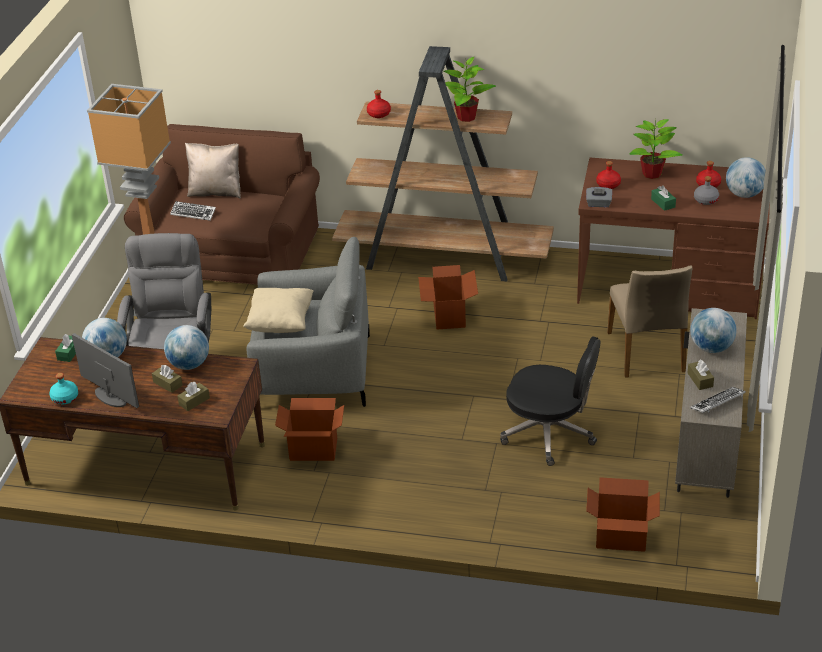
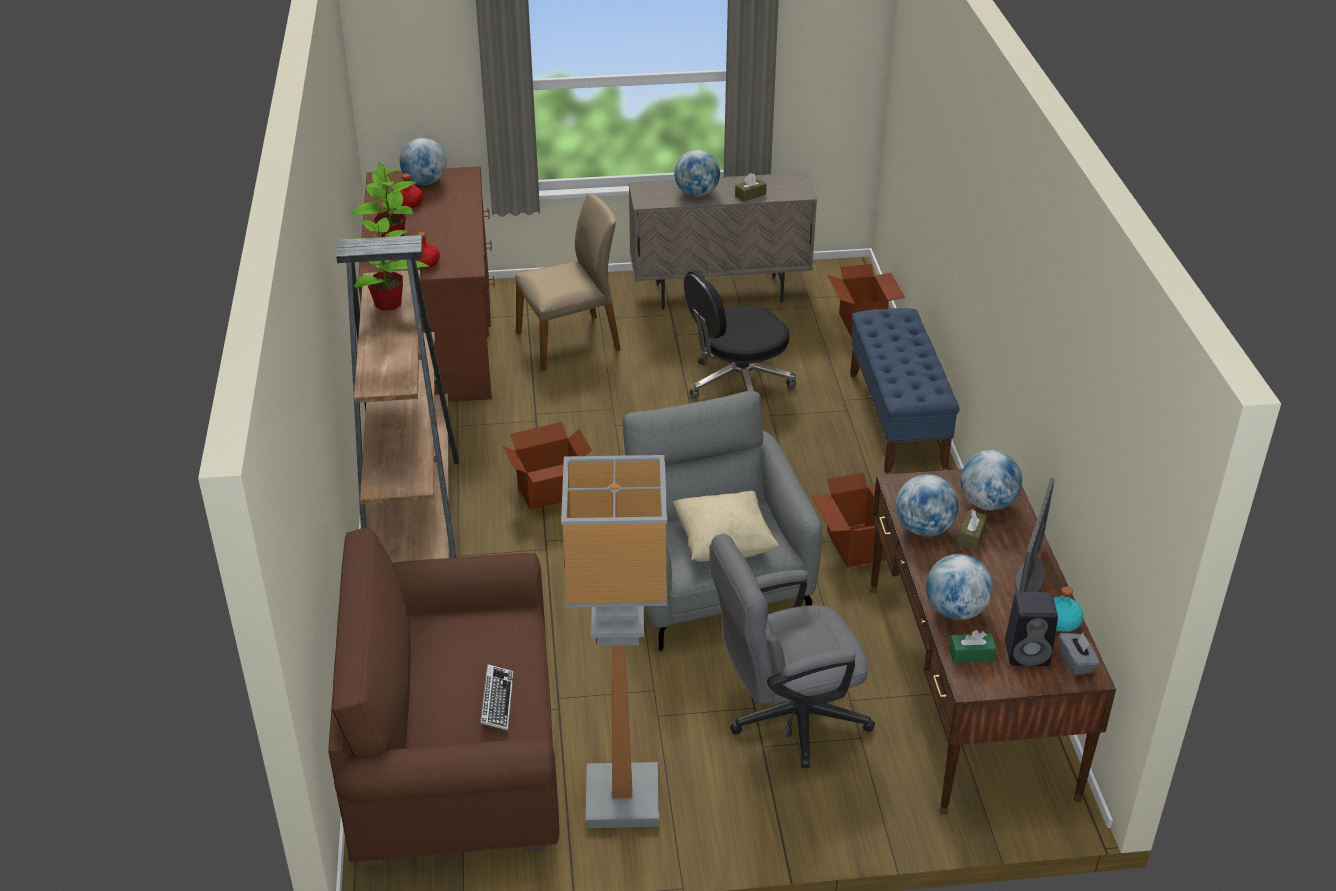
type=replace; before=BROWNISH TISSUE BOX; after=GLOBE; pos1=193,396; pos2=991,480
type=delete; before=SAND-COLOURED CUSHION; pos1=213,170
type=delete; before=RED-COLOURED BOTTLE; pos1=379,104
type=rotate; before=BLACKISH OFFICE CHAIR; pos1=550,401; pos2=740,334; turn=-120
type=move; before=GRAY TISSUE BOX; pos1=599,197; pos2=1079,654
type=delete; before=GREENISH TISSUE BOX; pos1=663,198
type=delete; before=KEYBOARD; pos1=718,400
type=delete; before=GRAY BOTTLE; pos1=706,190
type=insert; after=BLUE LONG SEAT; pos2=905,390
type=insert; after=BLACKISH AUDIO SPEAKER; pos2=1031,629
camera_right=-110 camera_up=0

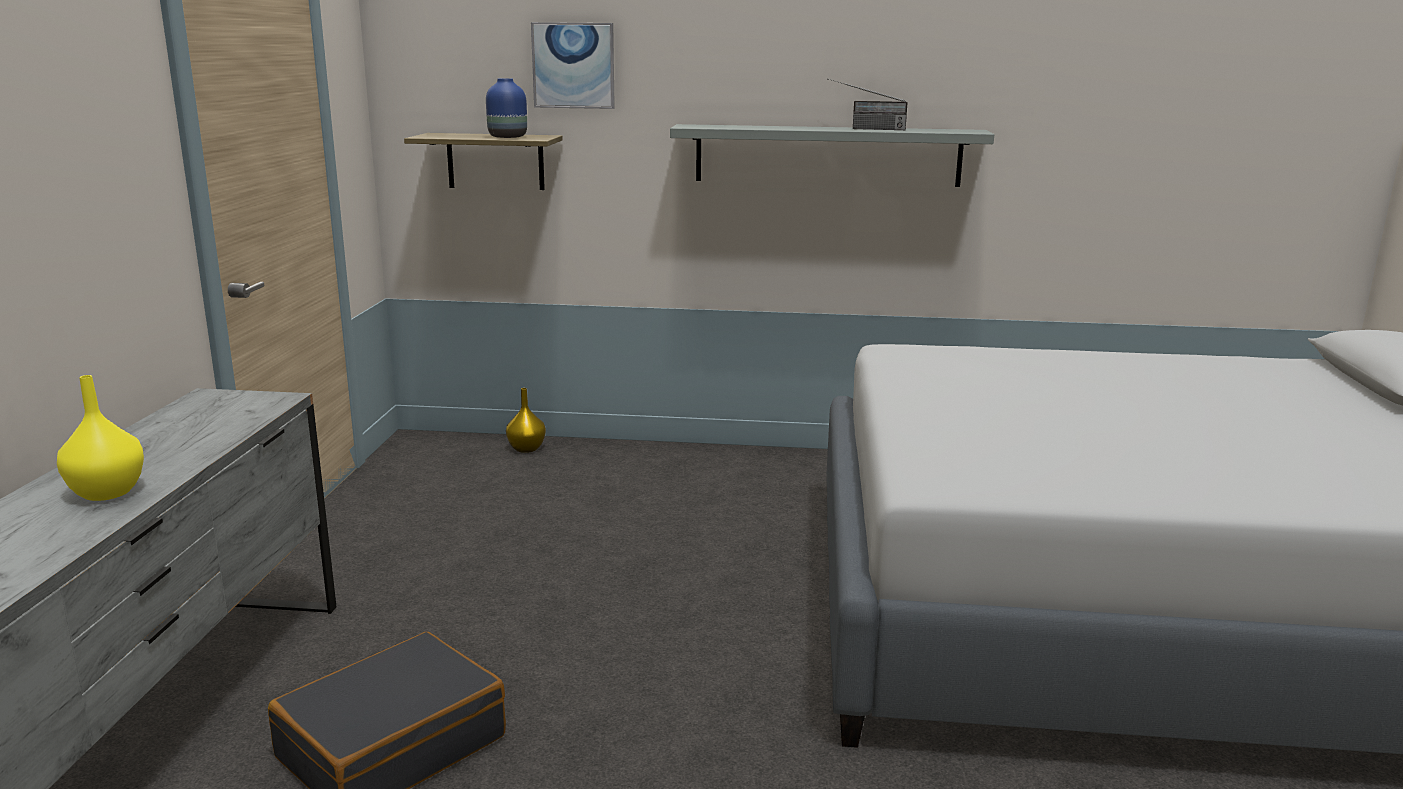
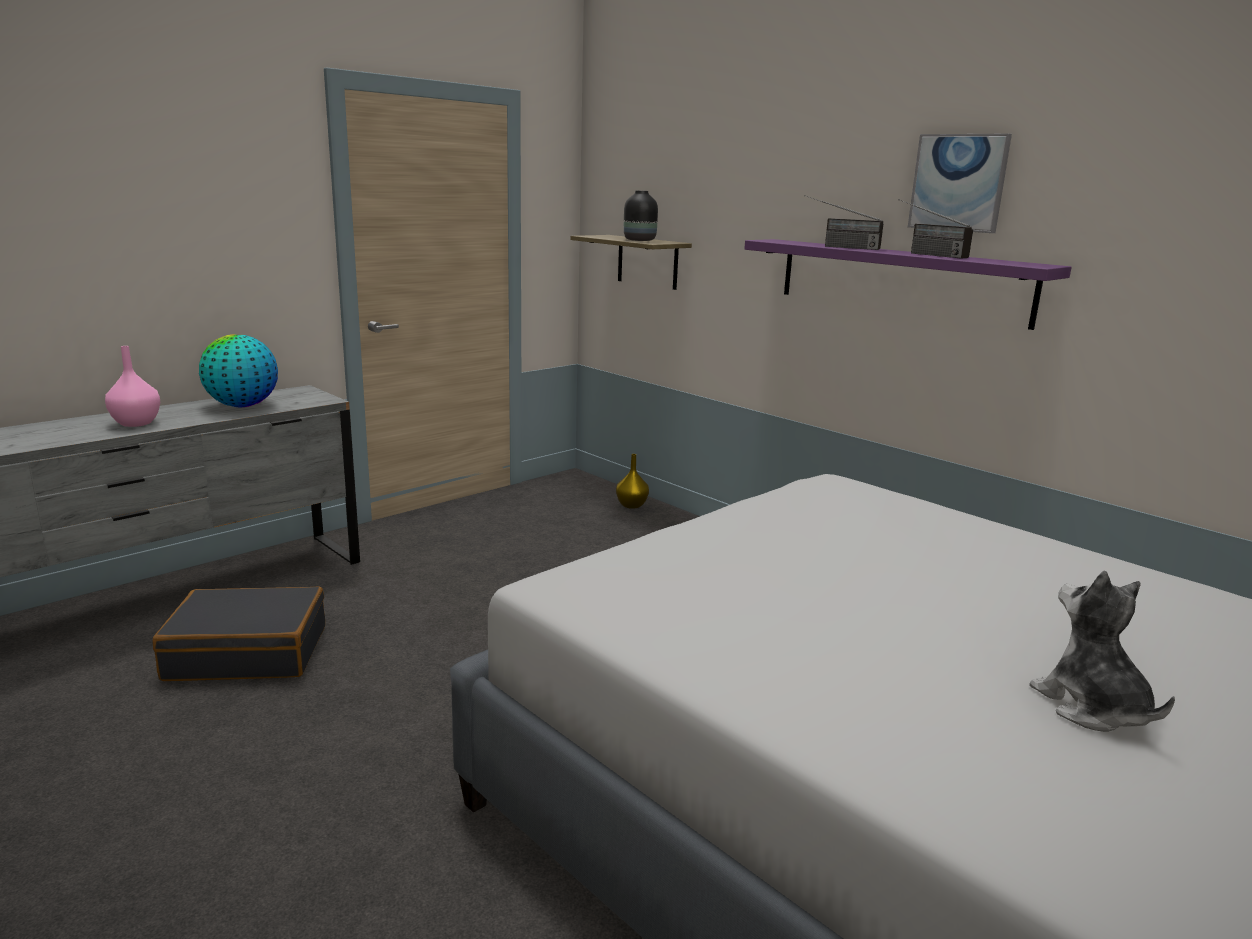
type=recolor; before=YELLOWISH FLOWER VASE; after=PINK-COLOURED FLOWER VASE; pos1=100,438; pos2=132,386
type=recolor; before=BLUE FLOWER VASE; after=BLACKISH FLOWER VASE; pos1=506,108; pos2=641,216
type=move; before=PICTURE; pos1=573,65; pos2=960,183
type=recolor; before=GRAY BRACKET SHELF; after=PURPLE BRACKET SHELF; pos1=832,155; pos2=908,284
type=insert; after=GLOBE; pos2=238,370
type=insert; after=RADIO RECEIVER; pos2=843,222
type=insert; after=CUDDLY TOY; pos2=1102,651
camera_right=40 camera_up=0

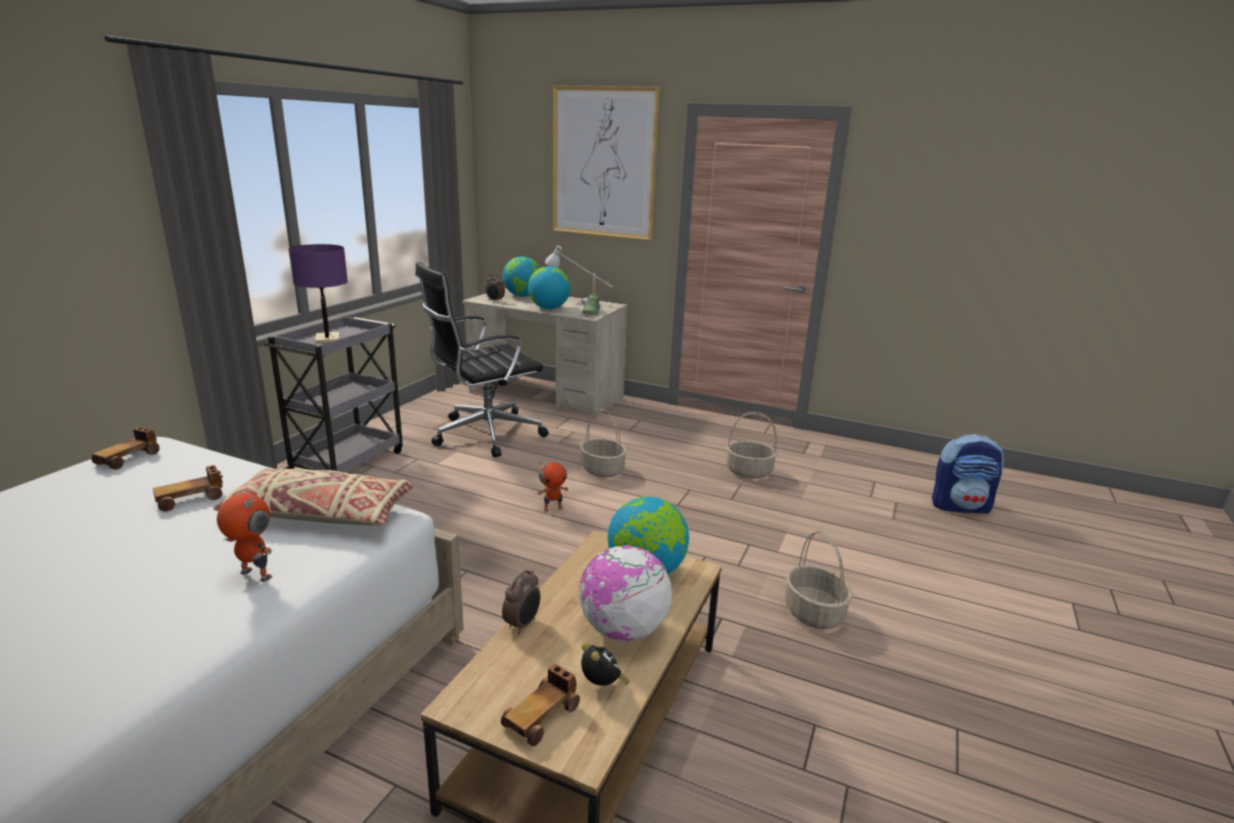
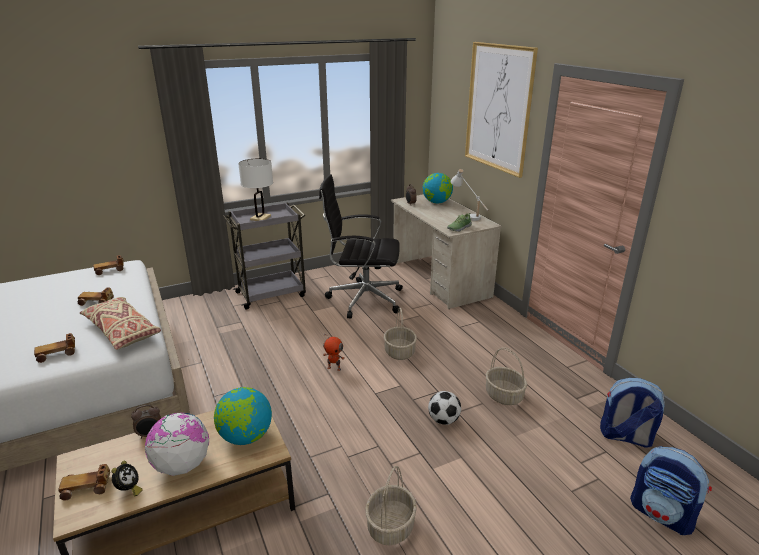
type=replace; before=TOY ROBOT; after=TOY CAR; pos1=244,537; pos2=54,348
type=recolor; before=PURPLE TABLETOP LAMP; after=WHITE TABLETOP LAMP; pos1=318,294; pos2=255,189
type=delete; before=GLOBE; pos1=549,287
type=insert; after=FOOTBALL BALL; pos2=444,408
type=insert; after=BACKPACK; pos2=632,413
camera_right=40 camera_up=5

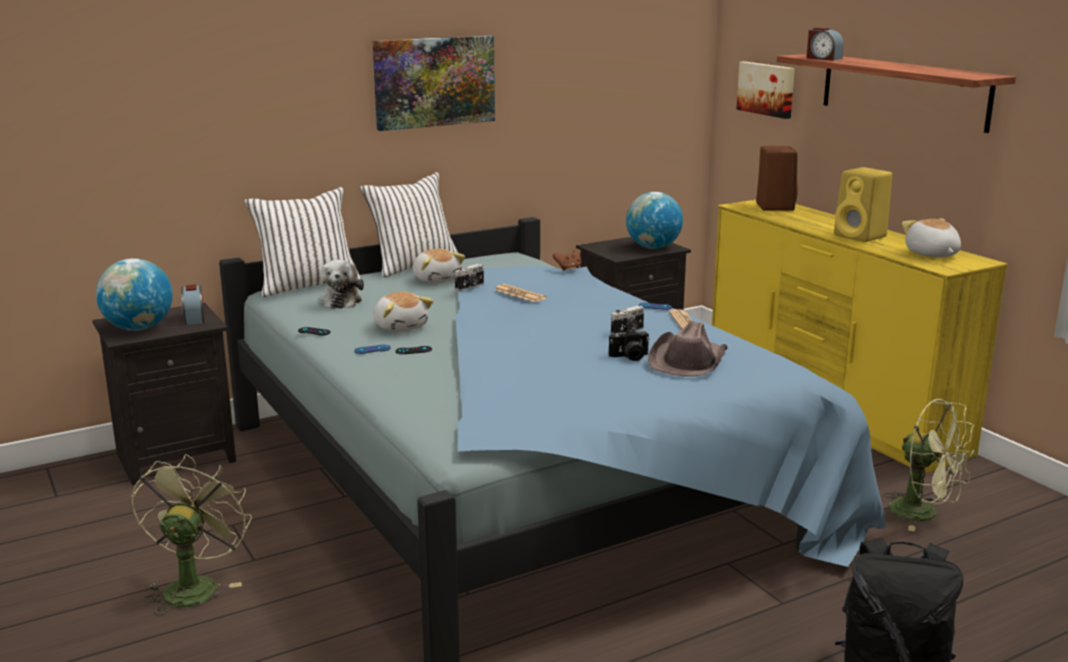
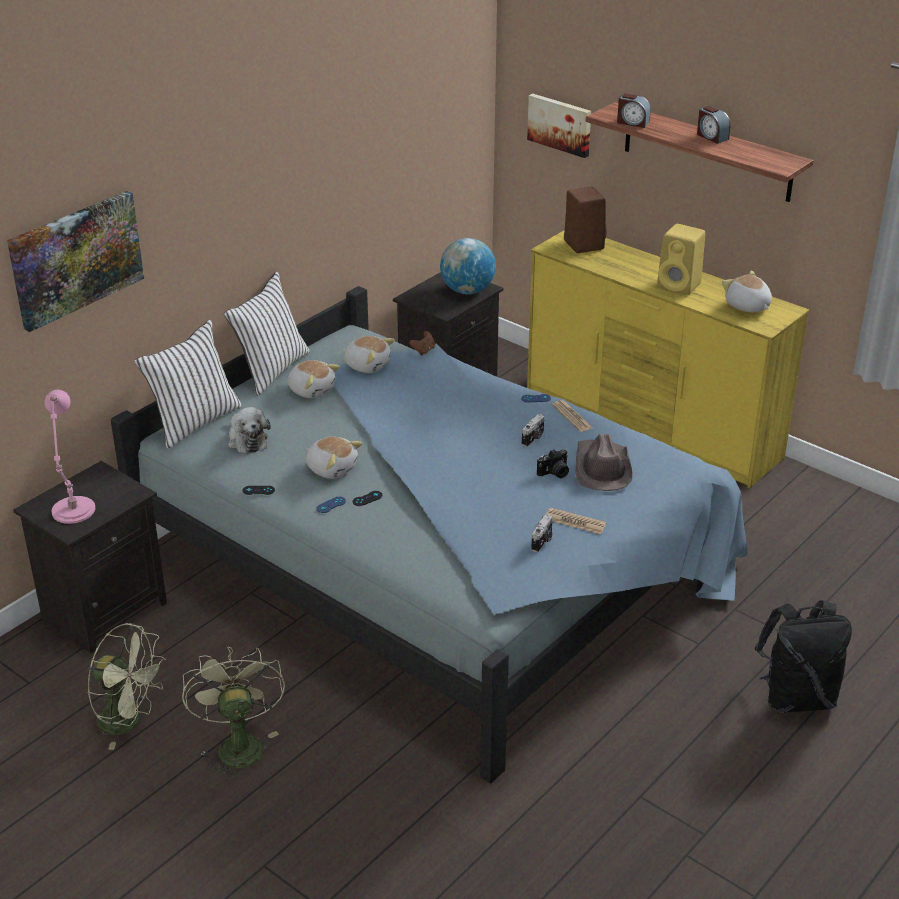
type=replace; before=GLOBE; after=PINK-COLOURED TABLETOP LAMP; pos1=134,294; pos2=70,457
type=move; before=ALARM CLOCK; pos1=193,304; pos2=713,125
type=move; before=PICTURE; pos1=434,83; pos2=75,261
type=move; before=PHOTO CAMERA; pos1=469,277; pos2=542,533
type=move; before=DAILY PAPER; pos1=521,293; pos2=576,521
type=move; before=GREENISH ELECTRIC FAN; pos1=929,465; pos2=127,686
type=insert; after=CUDDLY TOY; pos2=368,354
camera_right=-20 camera_up=15

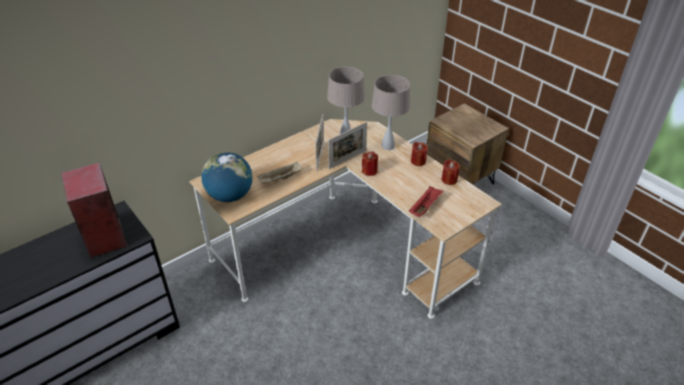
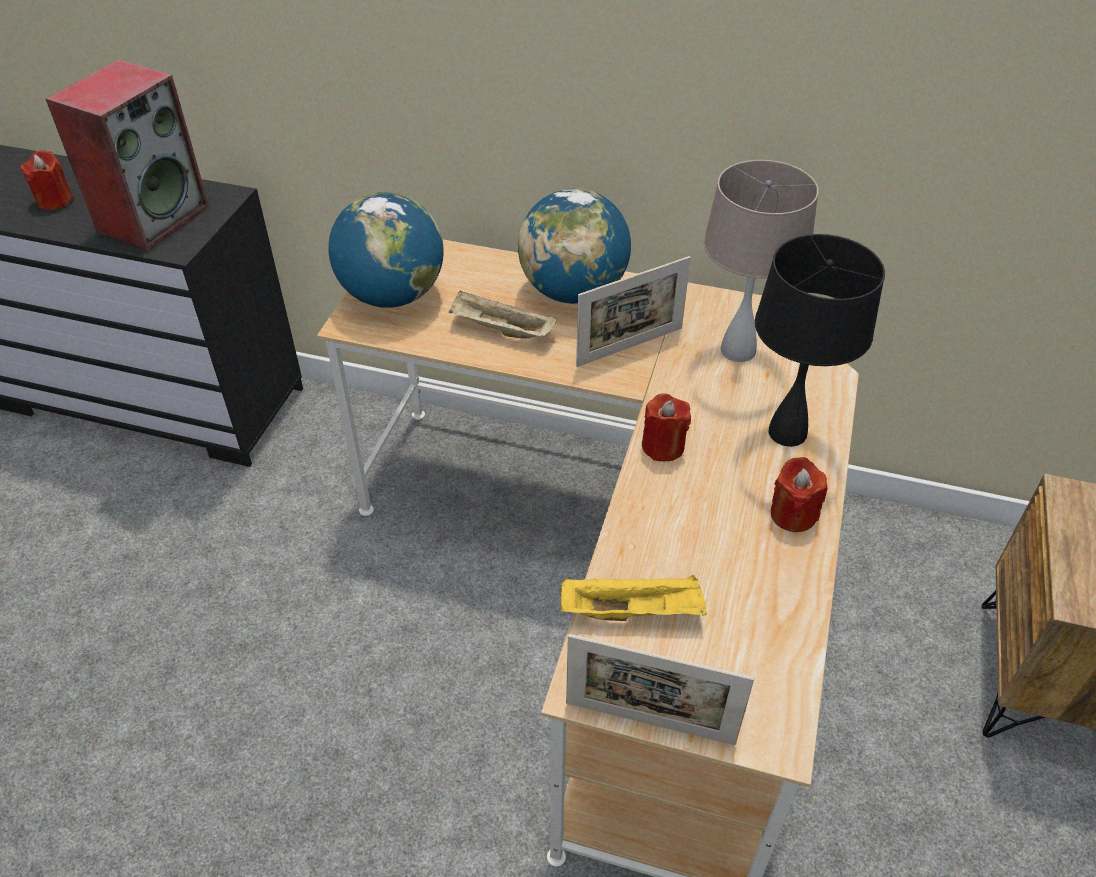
type=move; before=STANDING FRAME; pos1=347,145; pos2=660,689
type=recolor; before=SAND-COLOURED TABLETOP LAMP; after=BLACKISH TABLETOP LAMP; pos1=390,112; pos2=820,340
type=recolor; before=RED-COLOURED TRAY; after=YELLOWISH TRAY; pos1=426,201; pos2=634,597
type=move; before=RED-COLOURED CANDLE; pos1=451,172; pos2=46,180
type=insert; after=GLOBE; pos2=574,246
camera_right=55 camera_up=5

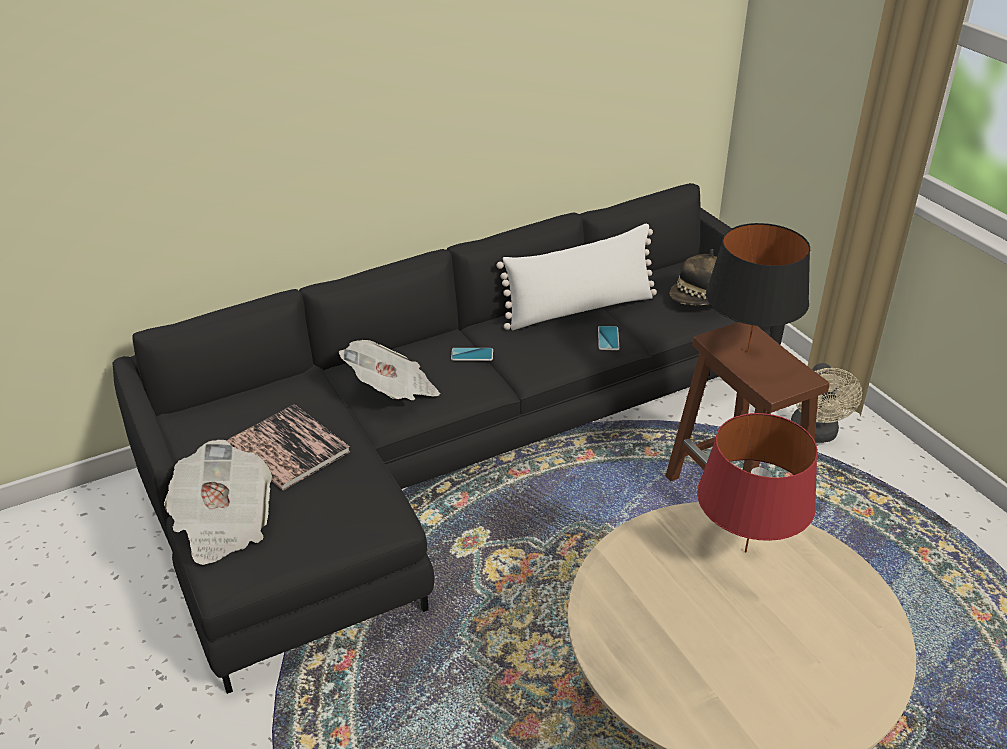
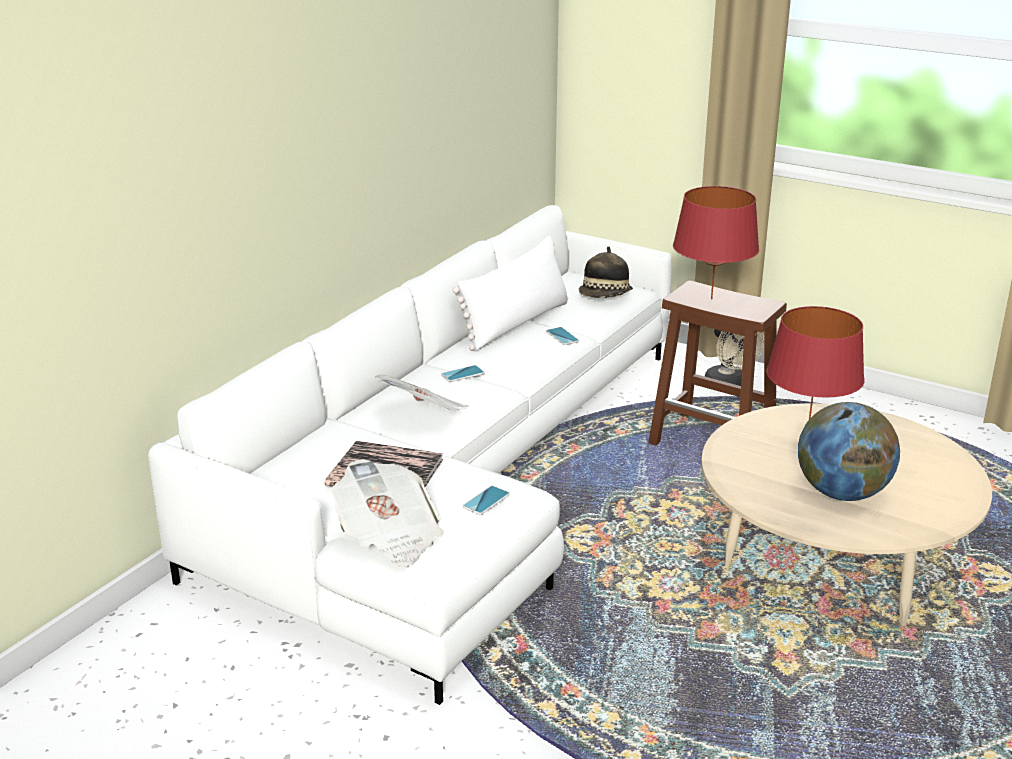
type=recolor; before=BLACKISH SETTEE; after=WHITE SETTEE; pos1=448,438; pos2=410,455
type=recolor; before=BLACKISH TABLETOP LAMP; after=RED-COLOURED TABLETOP LAMP; pos1=758,288; pos2=716,242
type=insert; after=PHONE; pos2=486,500
type=insert; after=GLOBE; pos2=849,451
camera_right=-30 camera_up=-10

